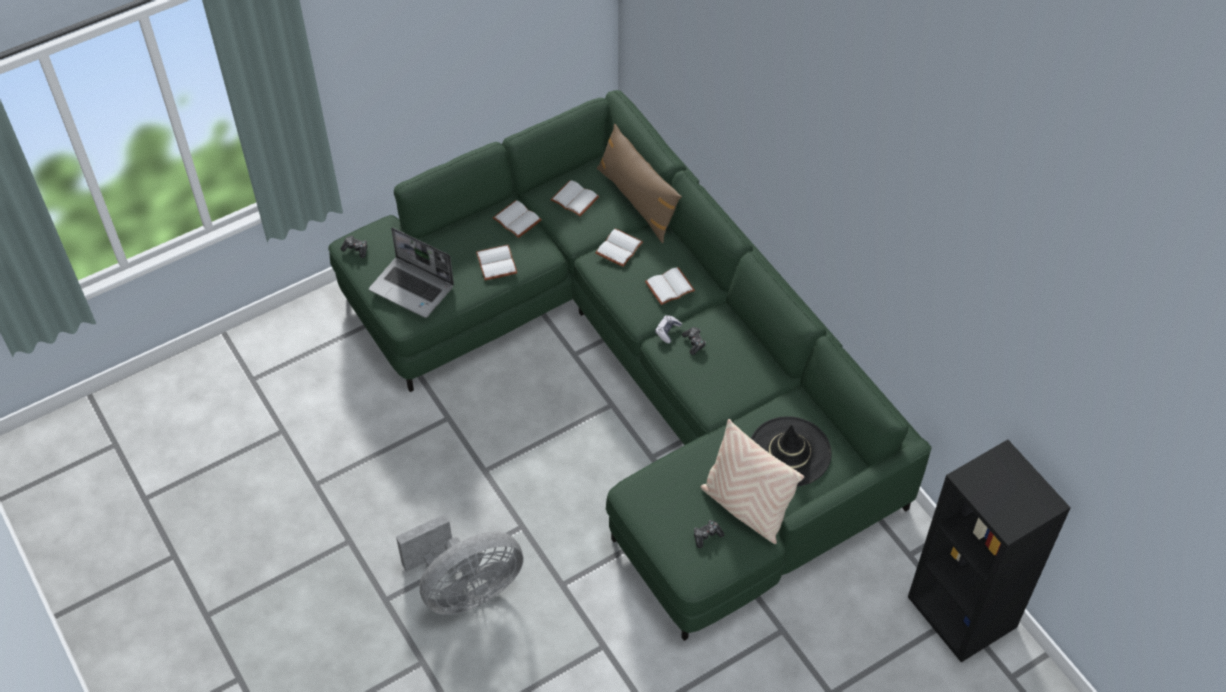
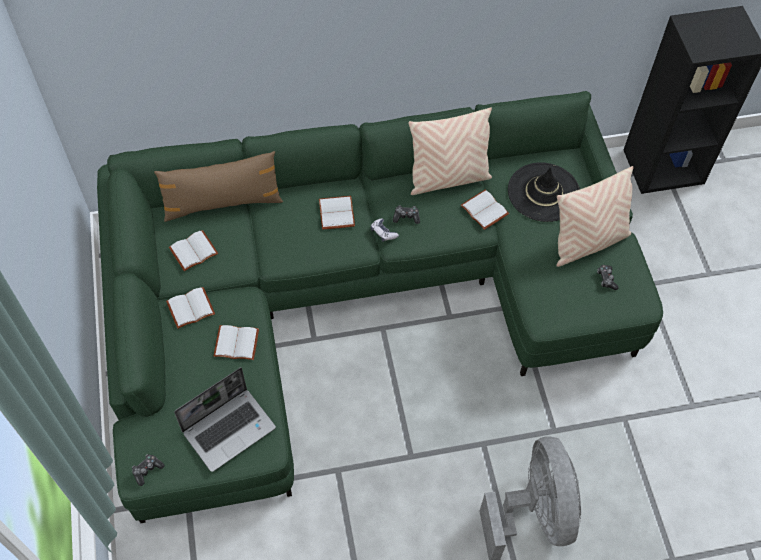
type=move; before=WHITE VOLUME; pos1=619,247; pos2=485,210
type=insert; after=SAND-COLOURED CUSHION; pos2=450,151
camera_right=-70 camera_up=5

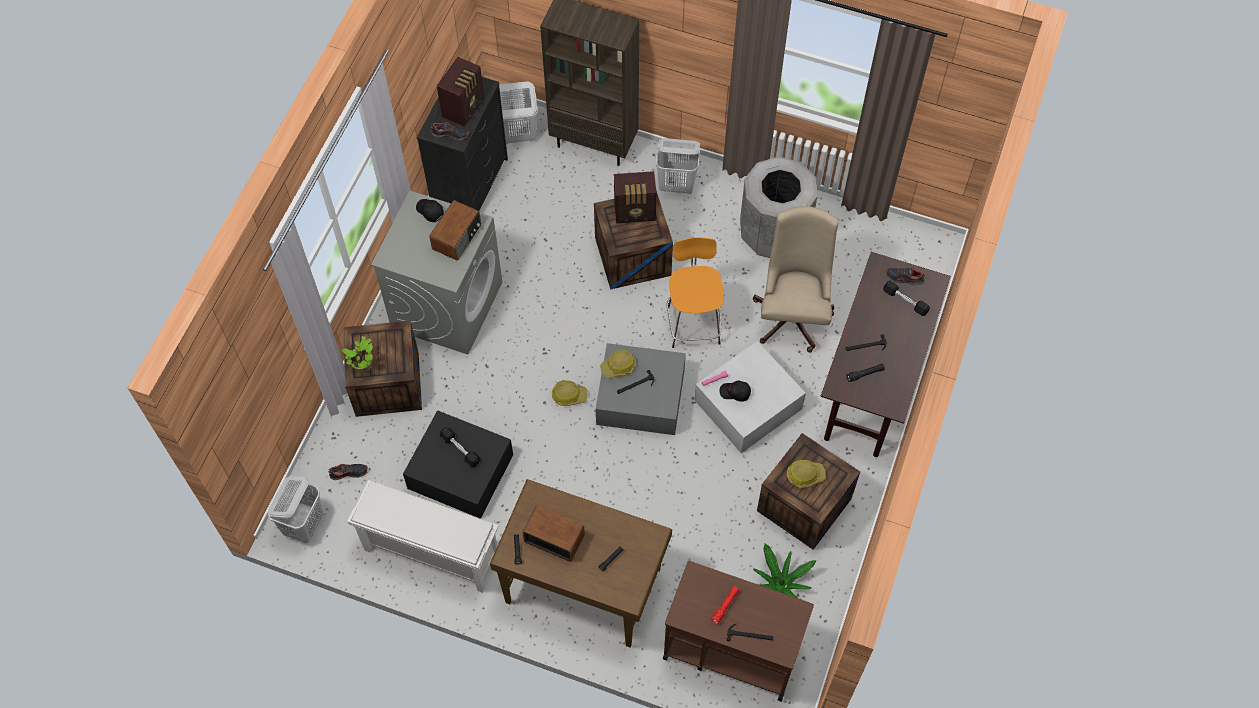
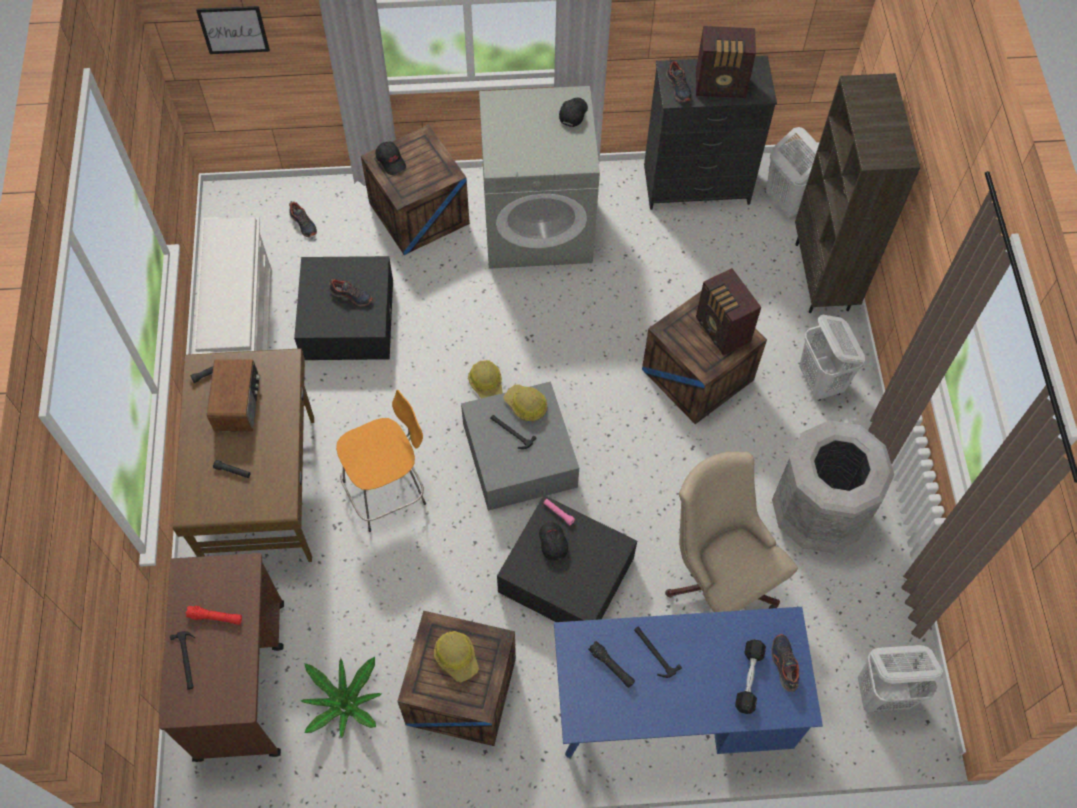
type=move; before=WHITE WASHING BASKET; pos1=295,509; pos2=900,678
type=replace; before=PLANT IN A POT; after=BLACKISH CAP; pos1=357,354; pos2=391,158
type=delete; before=RADIO RECEIVER; pos1=455,230
type=replace; before=BLACKISH DUMBBELL; after=ITEM OF FOOTWEAR; pos1=460,447; pos2=350,292
type=move; before=ORANGE-COLOURED STOOL SEAT; pos1=695,292; pos2=381,461
type=recolor; before=WHITE STORAGE BIN; after=BLACKISH STORAGE BIN; pos1=750,397; pos2=567,558
type=rotate; before=SAND-COLOURED OFFICE CHAIR; pos1=796,279; pos2=731,532; turn=-105
type=recolor; before=BROWNISH DESK; after=BLUE DESK; pos1=885,354; pos2=688,682
type=insert; after=PICTURE; pos2=233,30
camera_right=65 camera_up=0

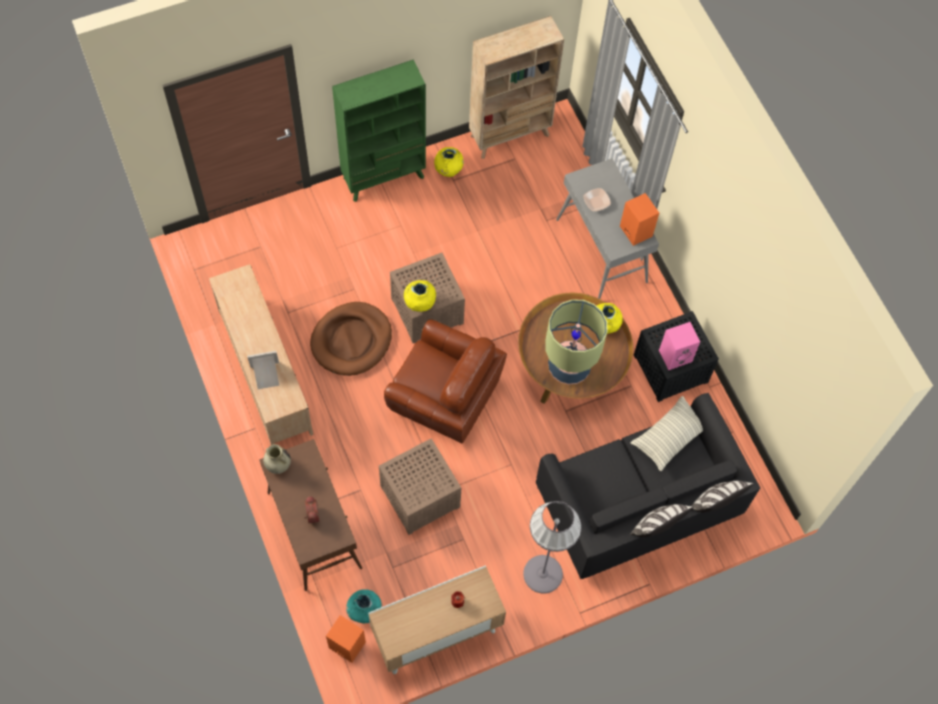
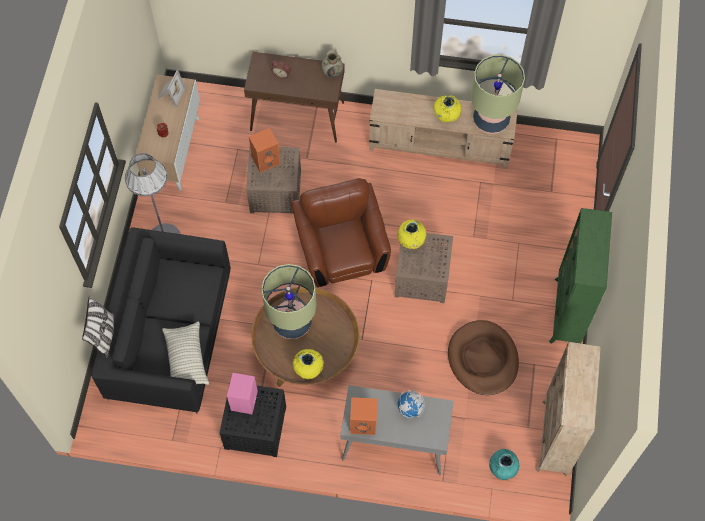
type=move; before=STANDING FRAME; pos1=263,370; pos2=172,88
type=move; before=BROWNISH PET BED; pos1=351,339; pos2=483,357
type=move; before=ORANGE-COLOURED AUDIO SPEAKER; pos1=346,639; pos2=264,150
type=move; before=BLUE-GREEN FLOWER VASE; pos1=364,606; pos2=504,464
type=rotate; before=BROWNISH ARMCHAIR; pos1=445,381; pos2=341,232; turn=105
type=move; before=YELLOWISH FLOWER VASE; pos1=449,162; pos2=448,108
type=replace; before=DEEP DISH; after=GLOBE; pos1=597,199; pos2=411,404
type=delete; before=CUSHION; pos1=661,520
type=insert; after=TABLETOP LAMP; pos2=498,94
camera_right=125 camera_up=0

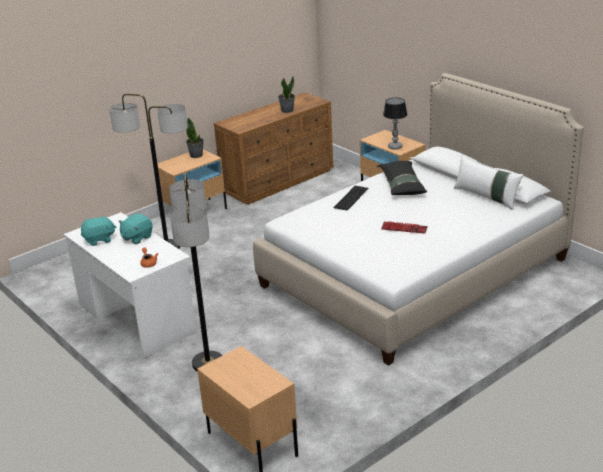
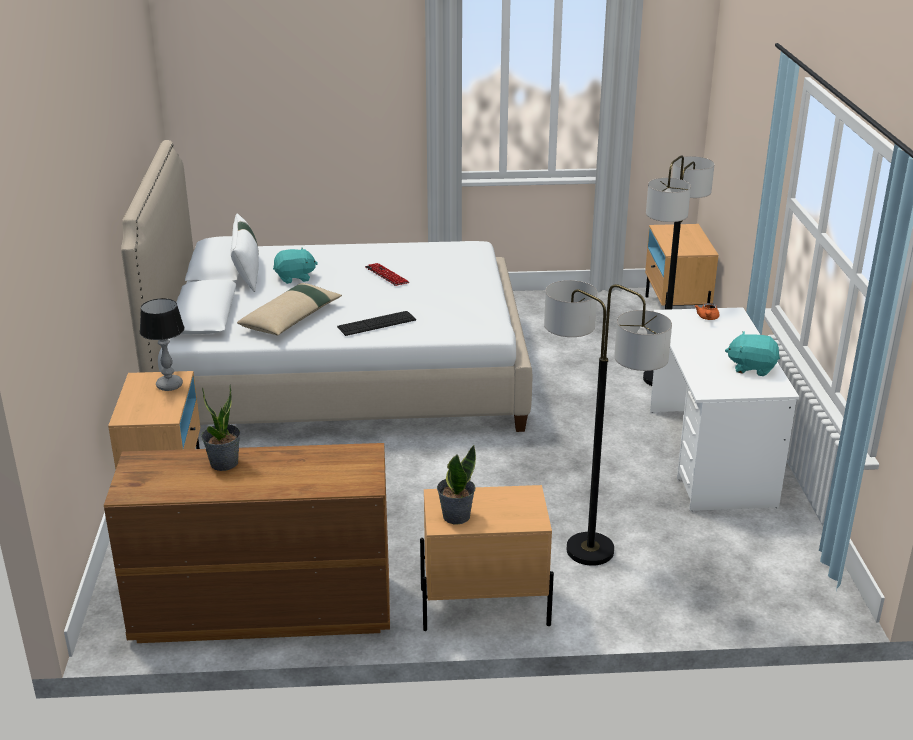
type=move; before=BLUE-GREEN CUDDLY TOY; pos1=136,229; pos2=295,265
type=recolor; before=BLACKISH CUSHION; after=SAND-COLOURED CUSHION; pos1=403,178; pos2=289,309
camera_right=-145 camera_up=0

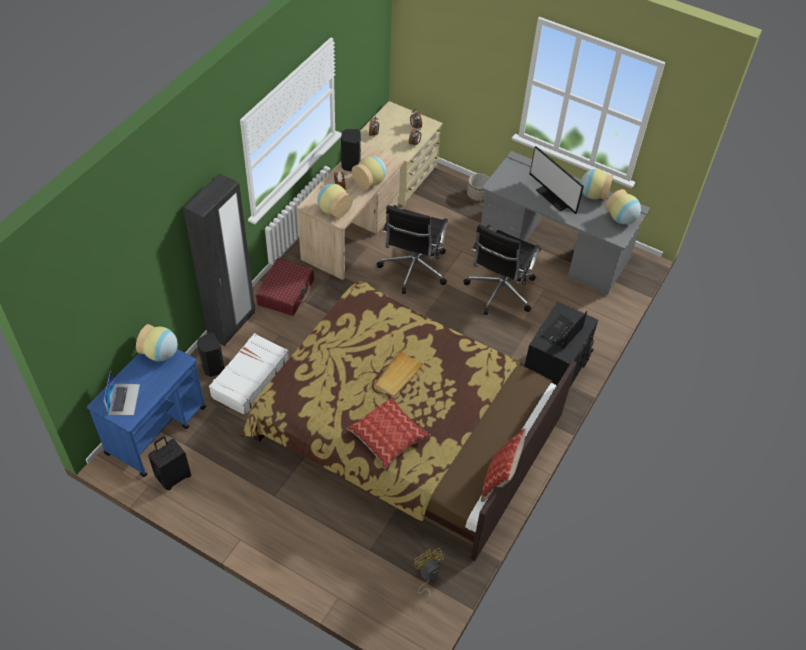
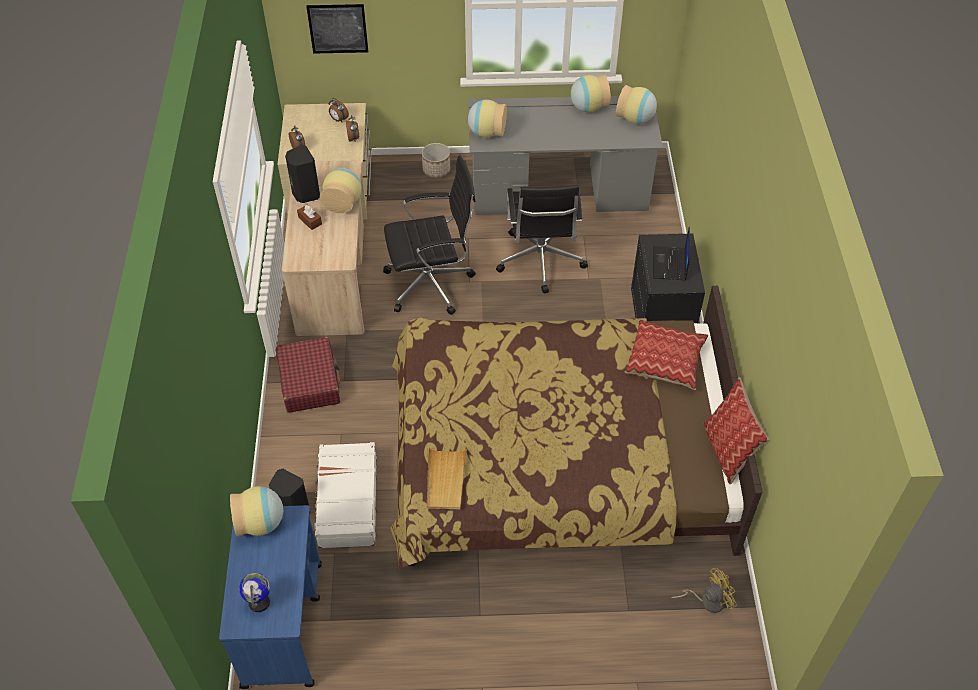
type=replace; before=PORTABLE COMPUTER; after=GLOBE; pos1=121,392; pos2=254,592
type=delete; before=BLACKISH SUITCASE; pos1=169,463
type=delete; before=BLACKISH WARDROBE; pos1=219,259
type=move; before=FLOWER VASE; pos1=335,201; pos2=487,118
type=move; before=CUSHION; pos1=389,433; pos2=666,354
type=move; before=SAND-COLOURED TRAY; pos1=399,373; pos2=446,478
type=rotate; before=BLACKISH OFFICE CHAIR; pos1=412,249; pos2=429,235; turn=-90
type=rotate; before=YELLOWISH ELECTRIC FAN; pos1=429,576; pos2=704,590; turn=120
type=delete; before=COMPUTER DISPLAY; pos1=556,180
type=insert; after=PICTURE; pos2=337,29
camera_right=-30 camera_up=0

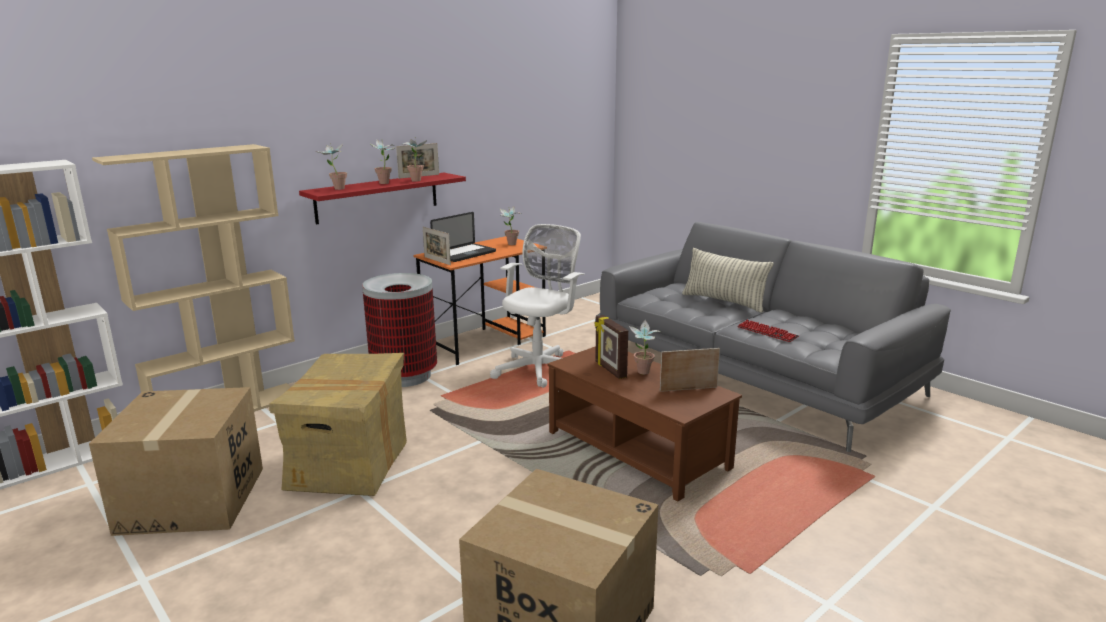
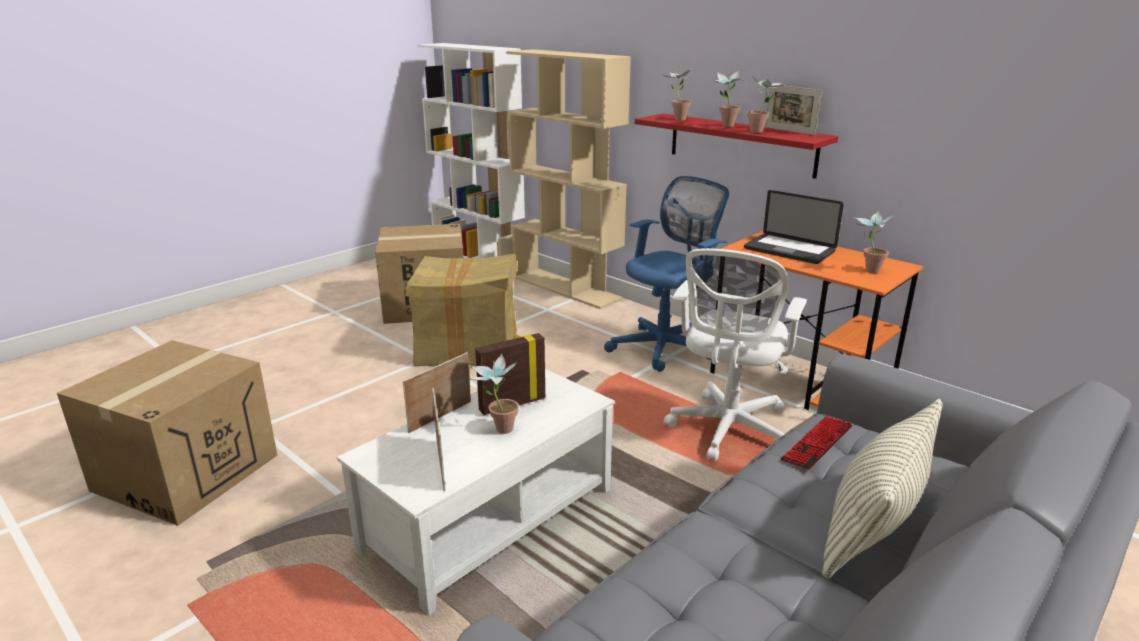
type=replace; before=TRASH CAN; after=BLUE OFFICE CHAIR; pos1=399,330; pos2=666,274
type=move; before=STANDING FRAME; pos1=437,246; pos2=437,392
type=rotate; before=WHITE OFFICE CHAIR; pos1=537,306; pos2=735,355; turn=90
type=recolor; before=BROWNISH LOUNGE TABLE; after=WHITE LOUNGE TABLE; pos1=645,424; pos2=476,492
type=move; before=KEYBOARD; pos1=768,331; pos2=817,443
camera_right=85 camera_up=5

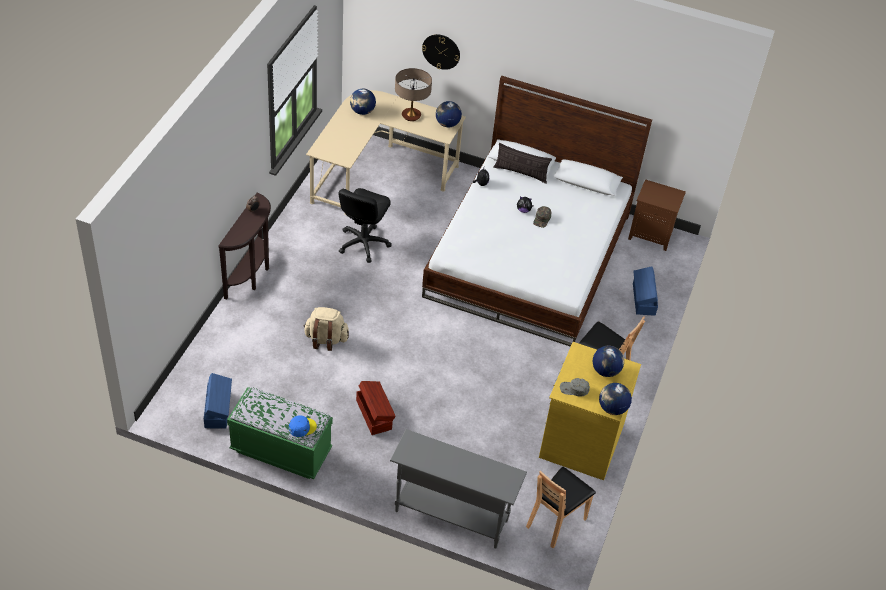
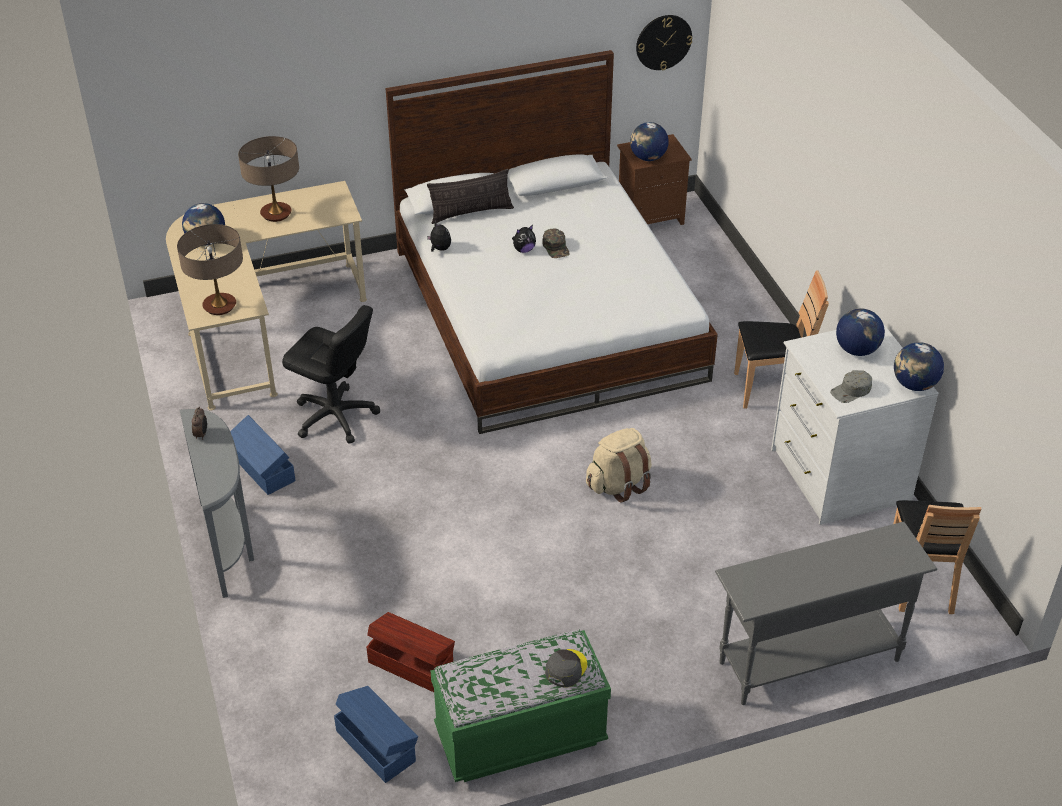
type=recolor; before=BROWNISH CONSOLE TABLE; after=GRAY CONSOLE TABLE; pos1=244,246; pos2=217,503
type=recolor; before=BLUE CAP; after=GRAY CAP; pos1=303,426; pos2=566,668
type=move; before=SAND-COLOURED BACKPACK; pos1=326,329; pos2=619,465
type=rotate; before=BLACKISH OFFICE CHAIR; pos1=365,225; pos2=331,374; turn=-45
type=move; before=BROWNISH STORAGE BIN; pos1=376,408; pos2=410,652
type=move; before=CLOCK ON THE WALL; pos1=441,52; pos2=664,42
type=move; before=GLOBE; pos1=449,114; pos2=649,141
type=recolor; before=YELLOWISH CHEST OF DRAWERS; after=WHITE CHEST OF DRAWERS; pos1=590,411; pos2=855,425
type=move; before=BLUE STORAGE BIN; pos1=645,291; pos2=262,455
type=insert; after=TABLETOP LAMP; pos2=210,269
camera_right=-35 camera_up=-5

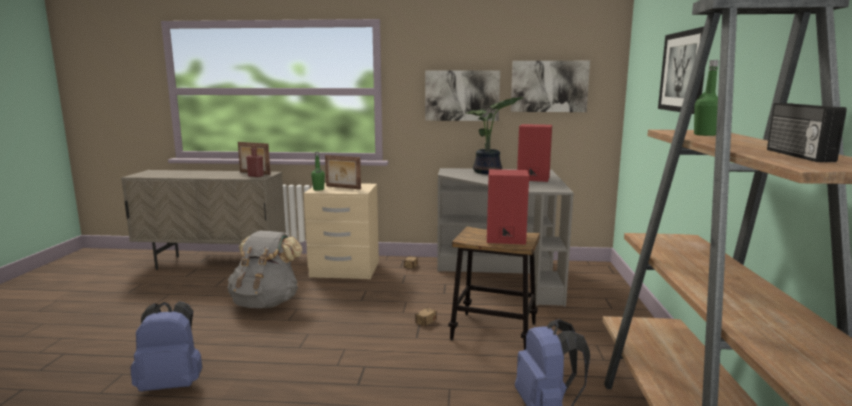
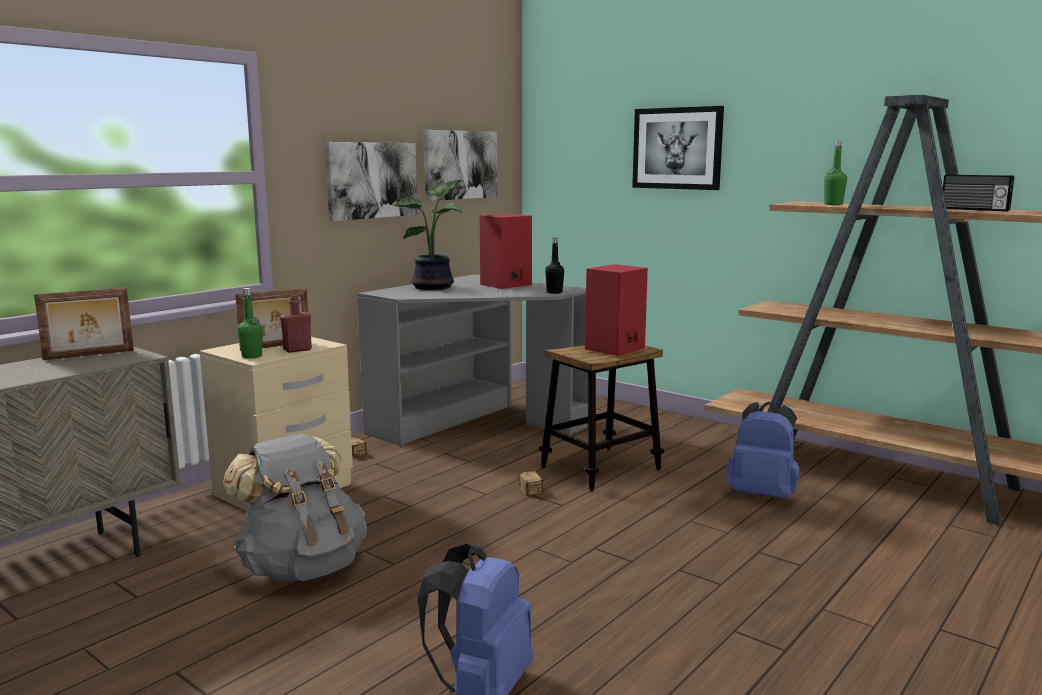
type=move; before=RED-COLOURED BOTTLE; pos1=255,161; pos2=296,324
type=insert; after=BLACKISH BOTTLE; pos2=554,266
camera_right=-55 camera_up=0

